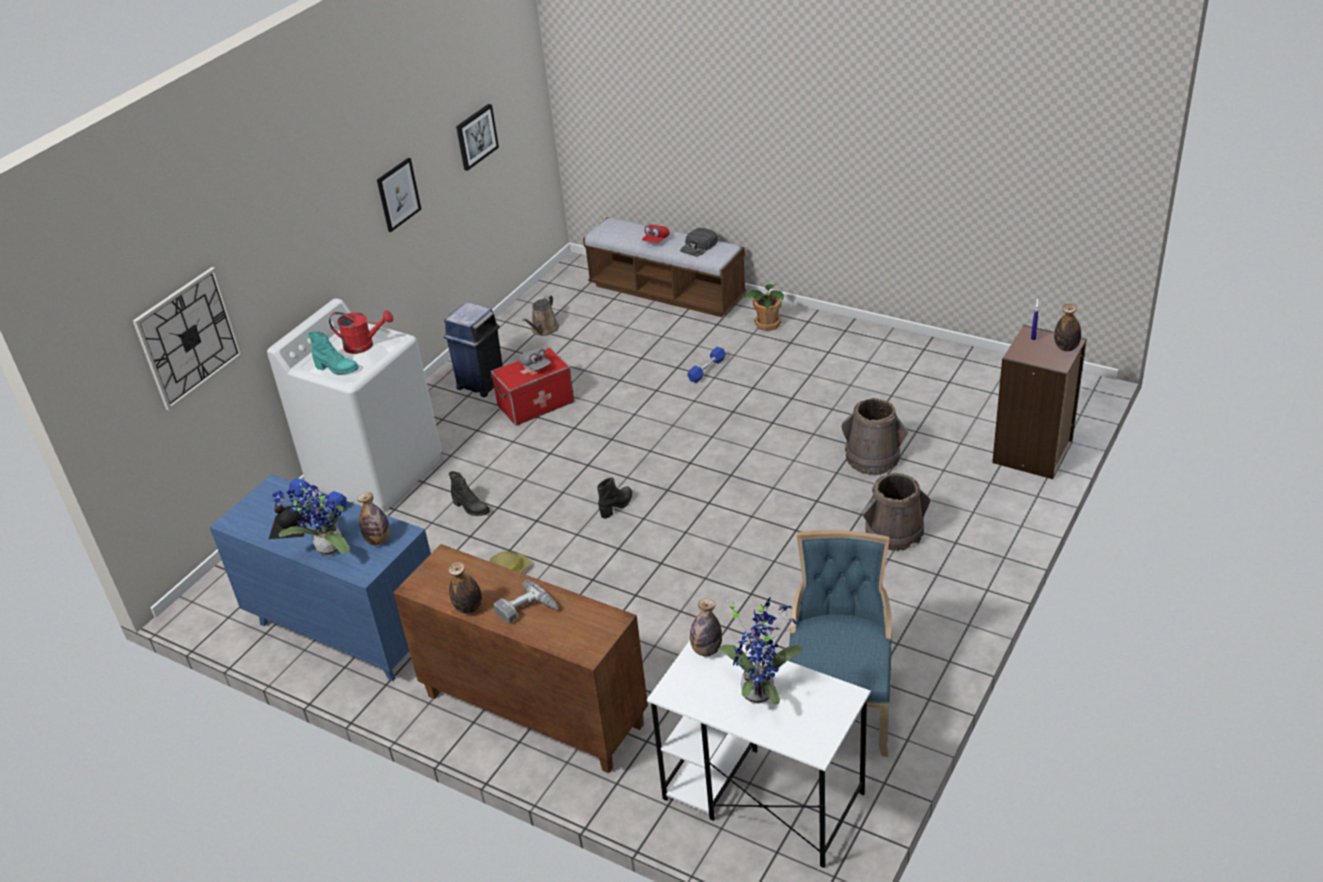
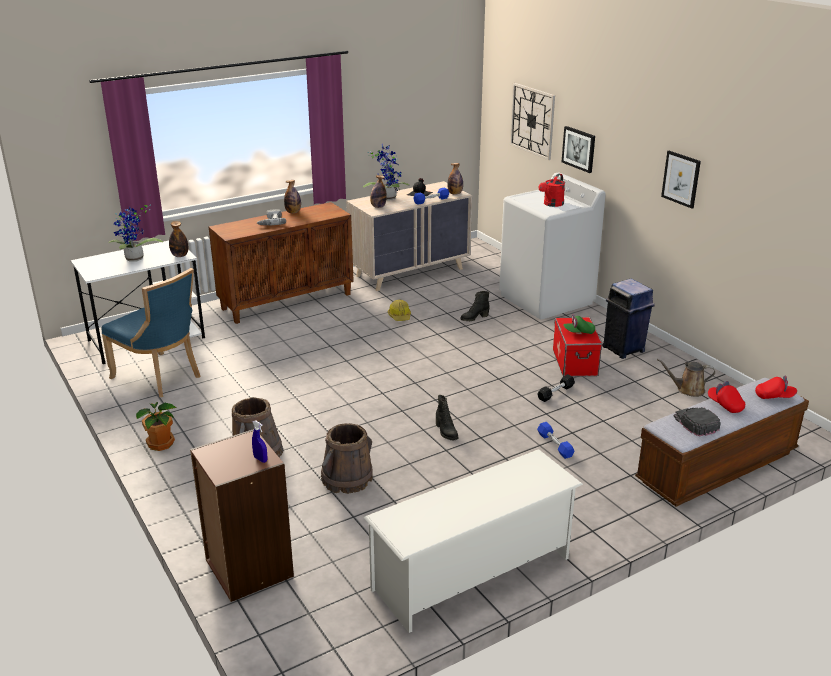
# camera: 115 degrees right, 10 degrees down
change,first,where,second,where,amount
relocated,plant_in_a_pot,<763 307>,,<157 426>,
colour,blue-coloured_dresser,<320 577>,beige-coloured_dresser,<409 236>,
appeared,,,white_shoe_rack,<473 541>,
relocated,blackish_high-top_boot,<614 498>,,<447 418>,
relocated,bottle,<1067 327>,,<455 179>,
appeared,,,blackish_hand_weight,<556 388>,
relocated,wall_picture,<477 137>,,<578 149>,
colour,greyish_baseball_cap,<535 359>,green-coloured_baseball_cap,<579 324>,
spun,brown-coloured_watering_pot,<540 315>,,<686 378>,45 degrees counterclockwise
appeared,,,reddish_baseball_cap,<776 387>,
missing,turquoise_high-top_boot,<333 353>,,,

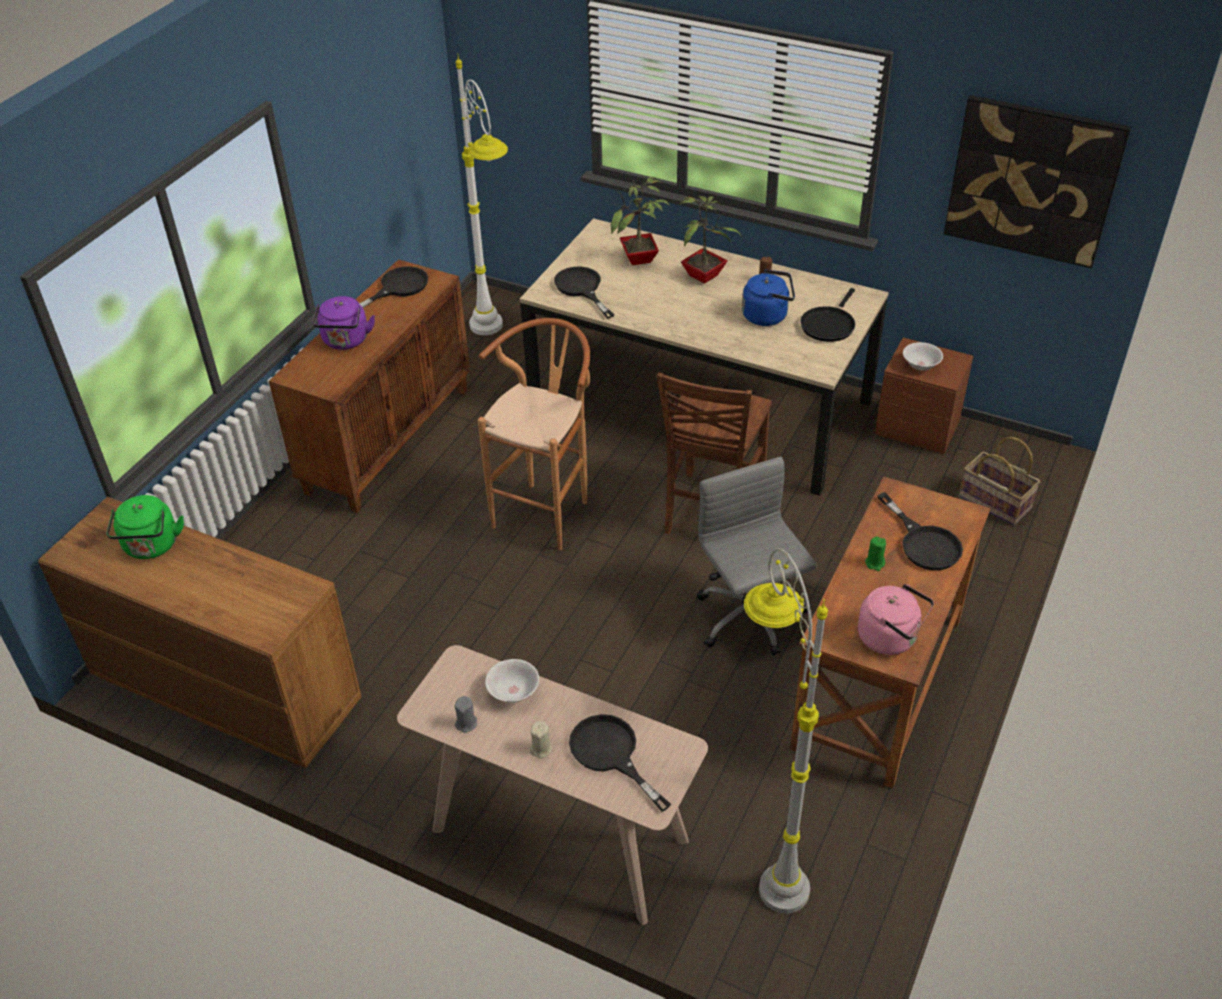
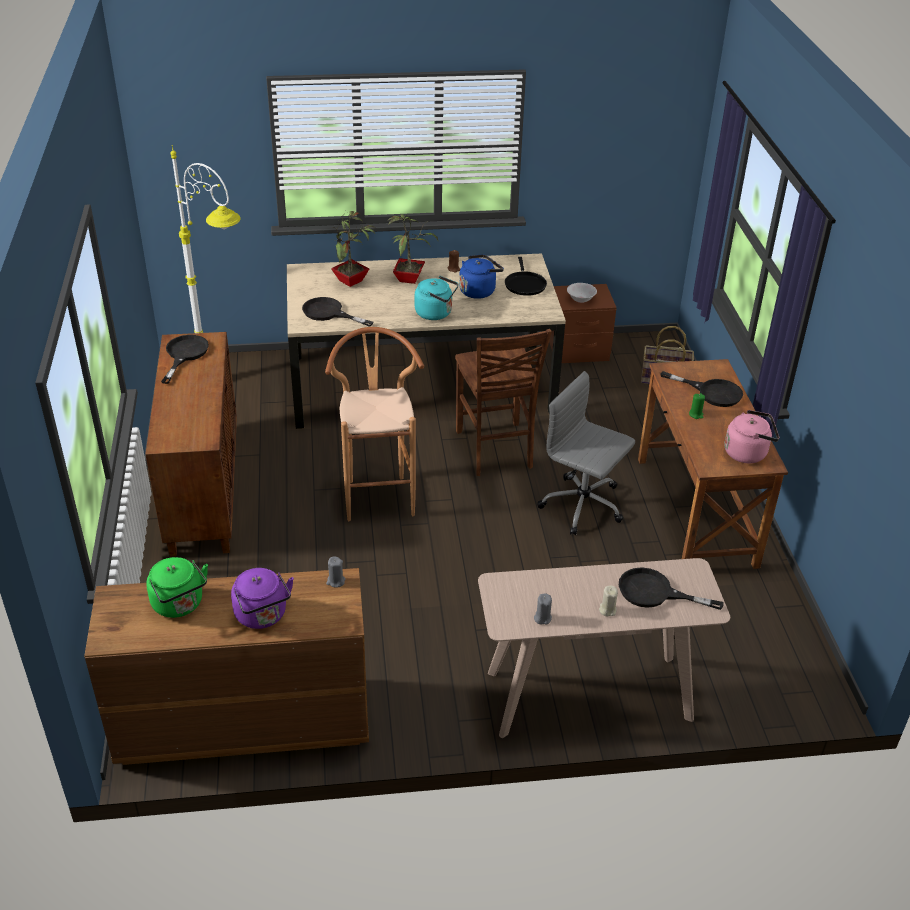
# camera: 35 degrees left, 5 degrees down
change,first,where,second,where,amount
relocated,purple-coloured_kettle,<343 323>,,<262 598>,
appeared,,,greyish_candle,<336 572>,
appeared,,,turquoise_kettle,<437 298>,
missing,white_serving_bowl,<512 681>,,,
missing,greyish_standing_lamp,<786 731>,,,
missing,wall_picture,<1037 182>,,,

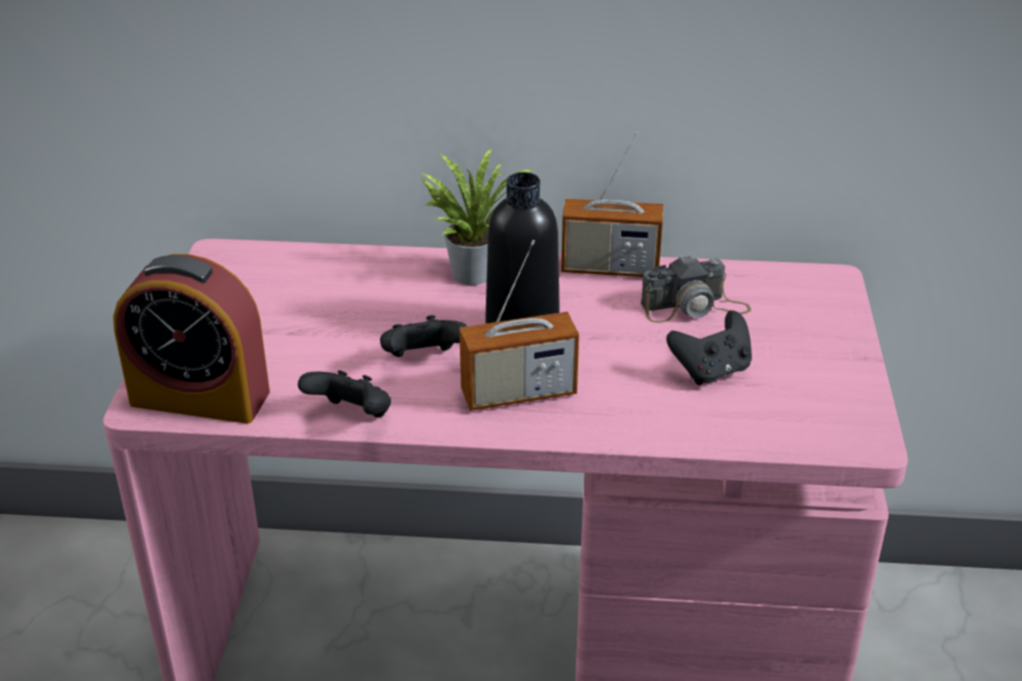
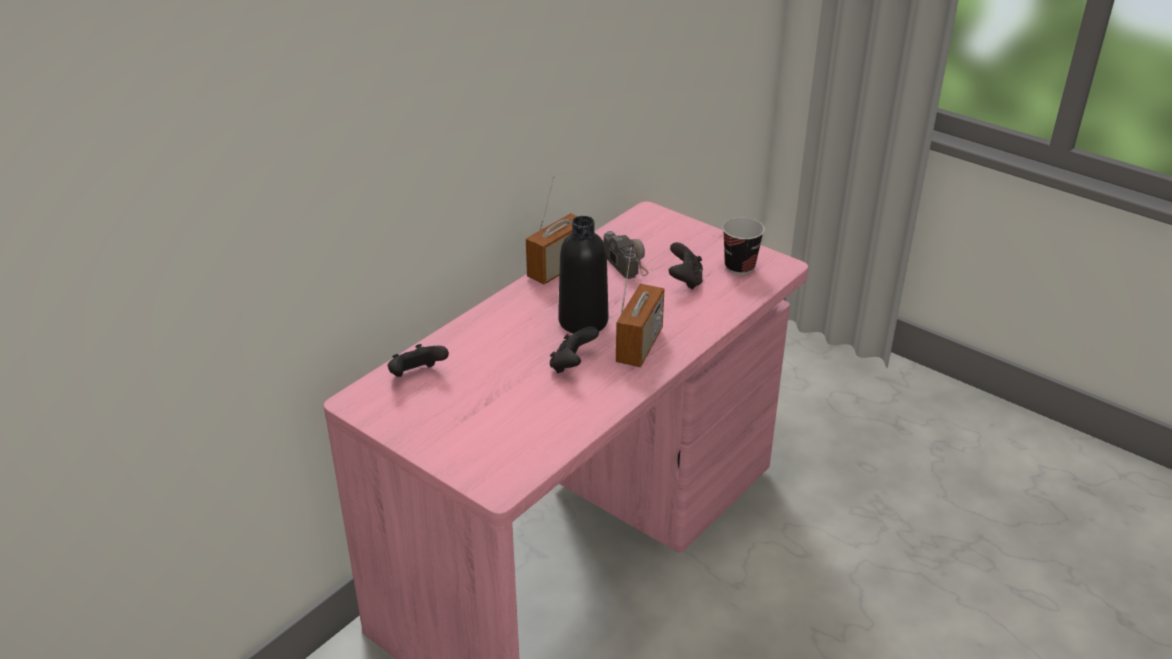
# camera: 55 degrees left, 0 degrees up
change,first,where,second,where,amount
relocated,blackish_gamepad,<344 393>,,<418 360>,
spun,still_camera,<696 288>,,<626 255>,45 degrees counterclockwise
appeared,,,small_cup,<743 246>,
missing,table_clock,<191 338>,,,
missing,plant_in_a_pot,<478 216>,,,

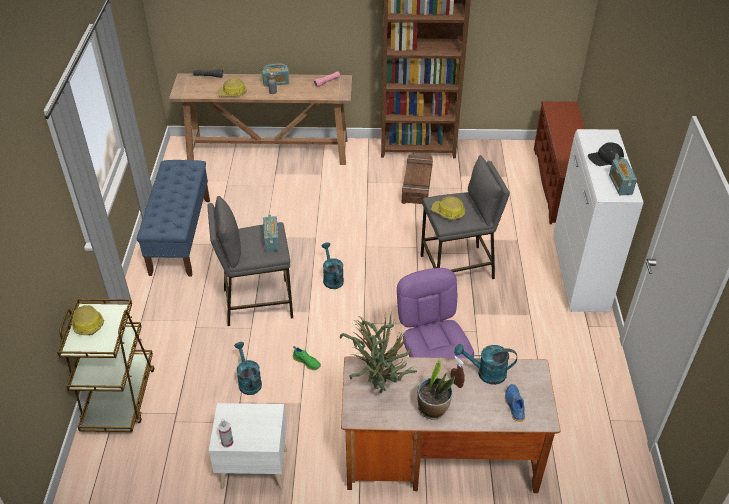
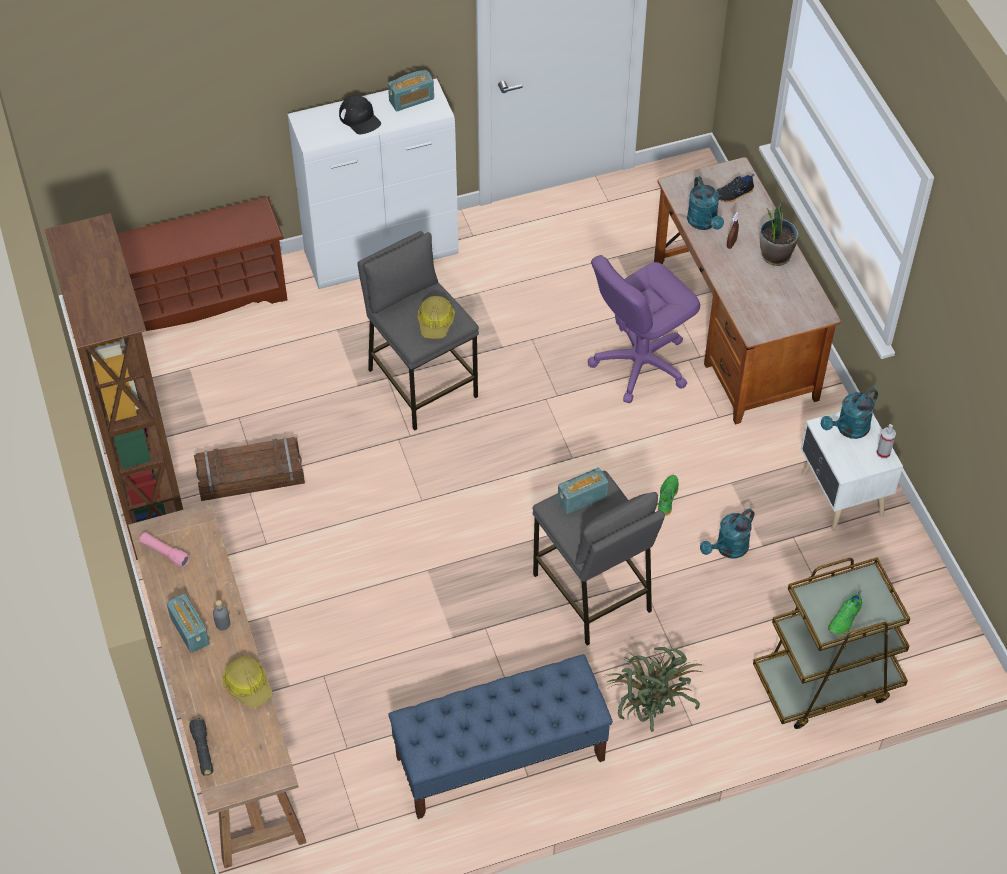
# camera: 110 degrees left, 10 degrees up
change,first,where,second,where,amount
relocated,plant_in_a_pot,<378 351>,,<653 689>,
colour,blue-coloured_low_shoe,<515 403>,blackish_low_shoe,<736 188>,
relocated,turquoise_watering_pot,<332 266>,,<849 413>,
exchanged,safety_helmet,<88 320>,green-coloured_low_shoe,<845 612>,

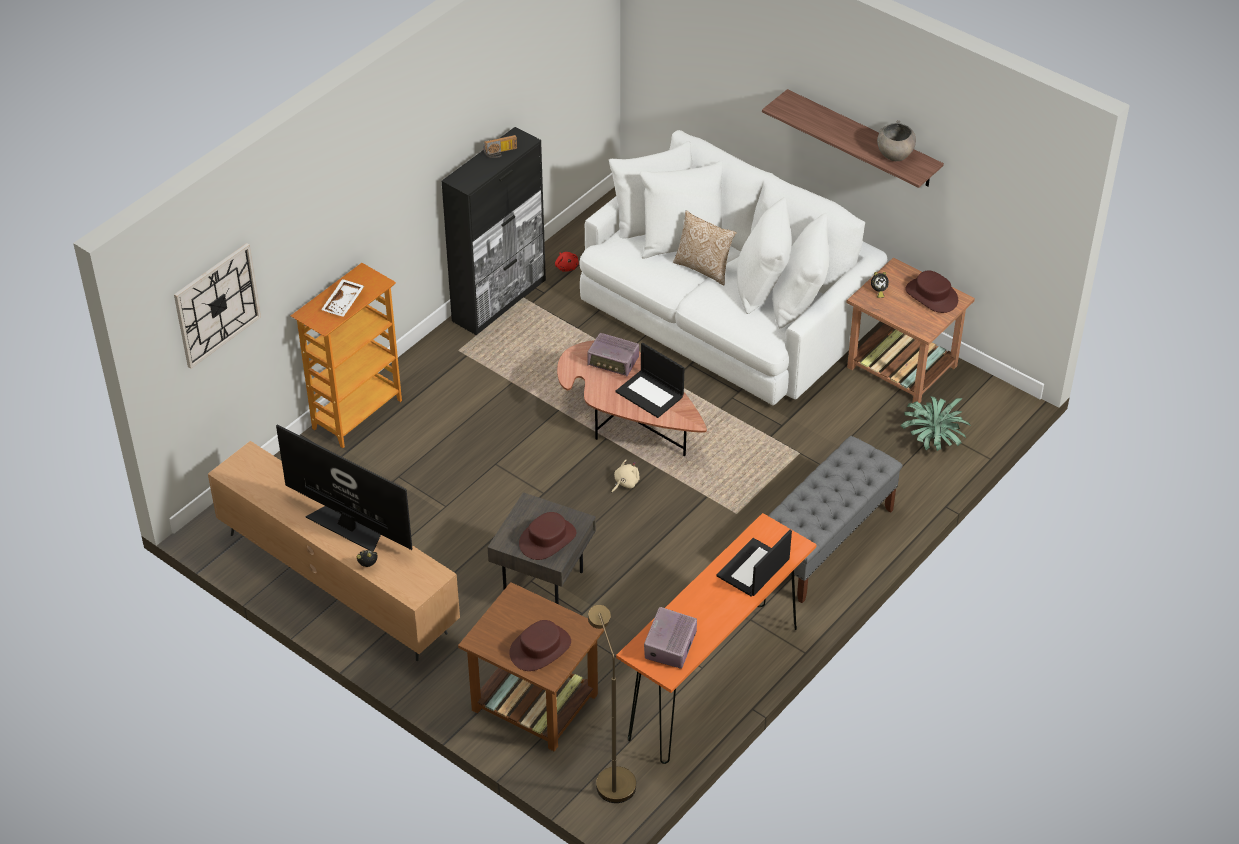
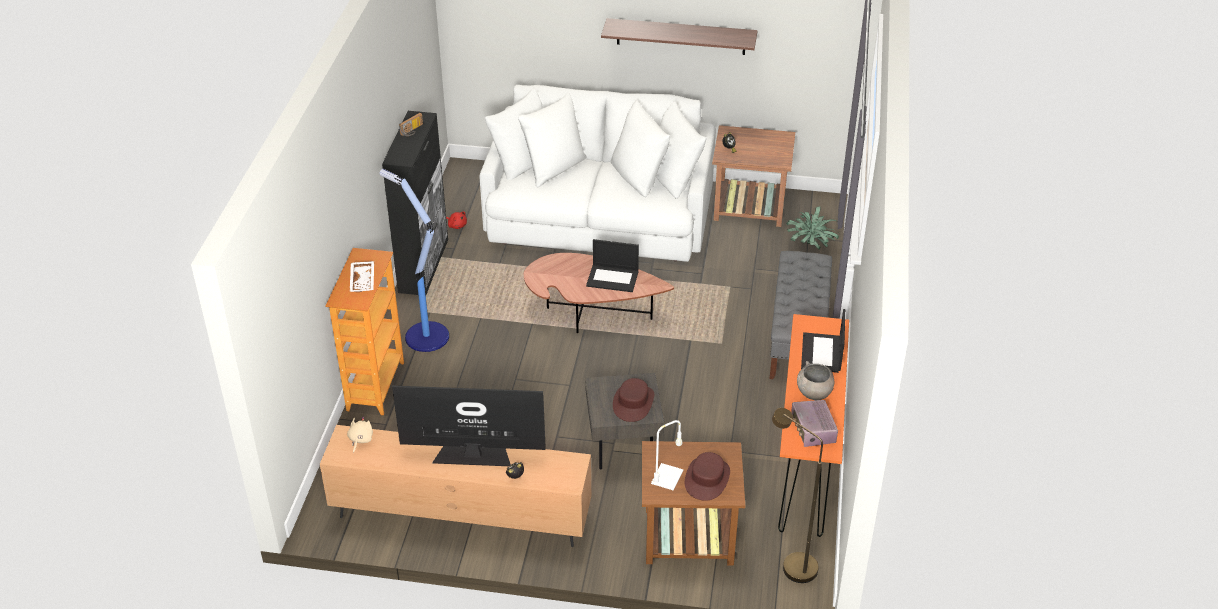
# camera: 30 degrees left, 5 degrees down
change,first,where,second,where,amount
relocated,beige-coloured_plush_toy,<626 476>,,<360 435>,
appeared,,,standing_lamp,<414 260>,
appeared,,,white_tabletop_lamp,<667 455>,
relocated,greyish_serving_bowl,<896 140>,,<815 380>,
missing,hanging_clock,<217 306>,,,
missing,radio,<613 355>,,,
missing,throw_pillow,<705 248>,,,
missing,brown-coloured_clothing_hat,<931 291>,,,

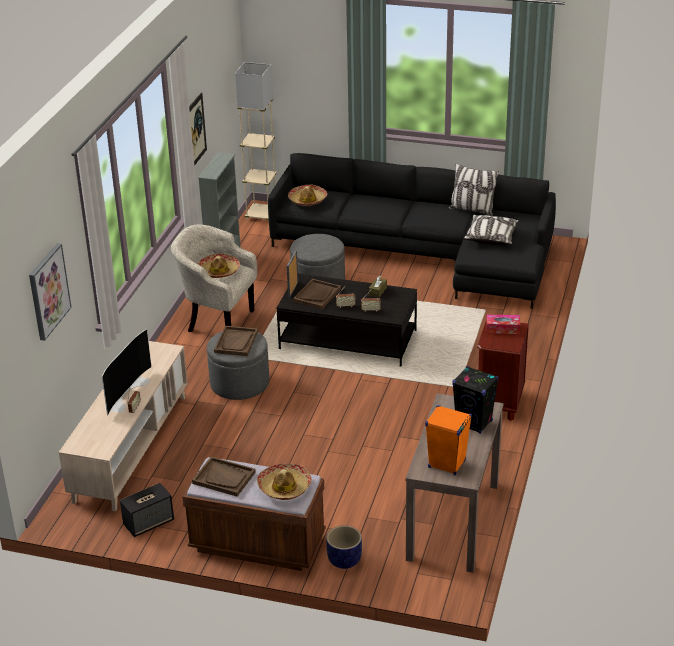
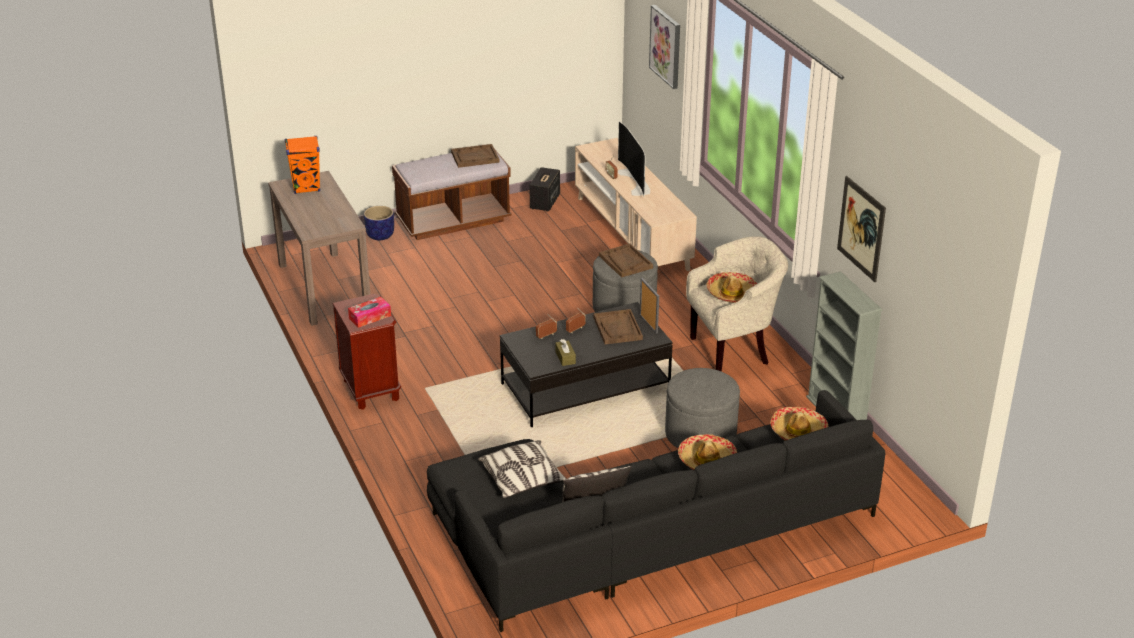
# camera: 140 degrees right, 0 degrees up
change,first,where,second,where,amount
relocated,clothing_hat,<284 481>,,<707 452>,
missing,beige-coloured_standing_lamp,<256 141>,,,
missing,blackish_speaker,<475 400>,,,

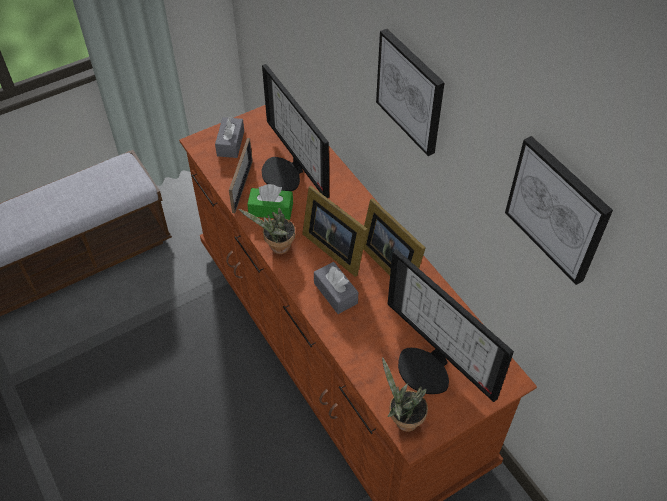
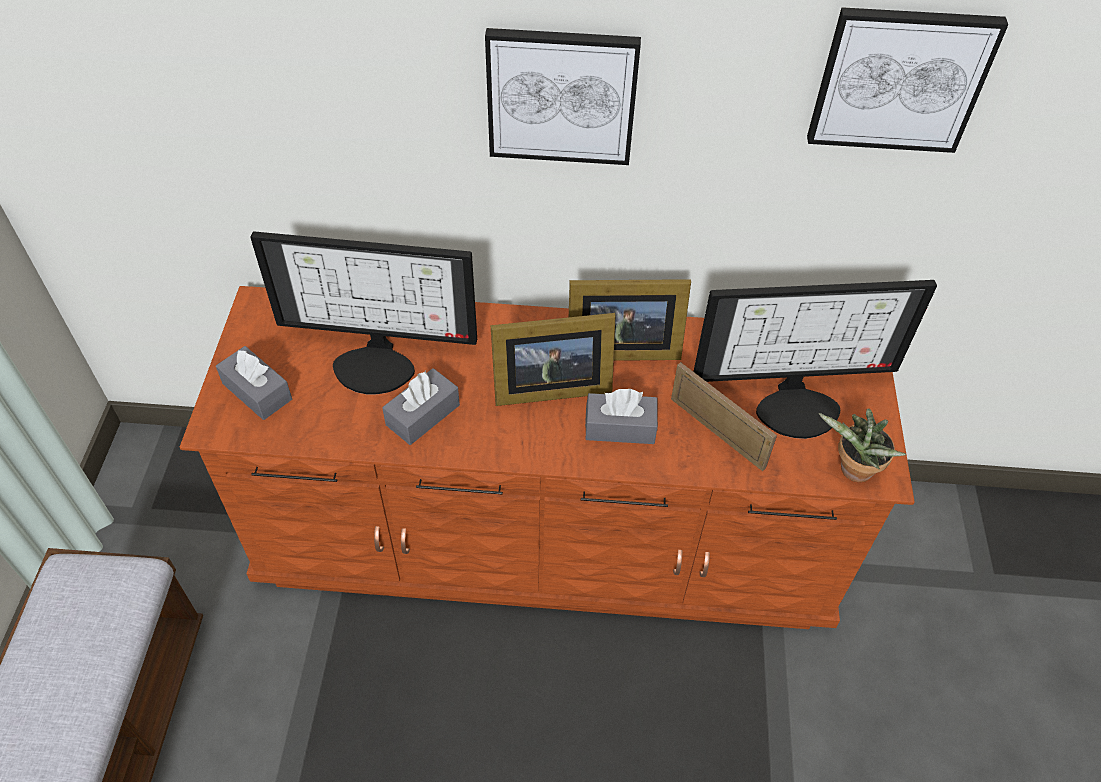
# camera: 55 degrees left, 0 degrees up
change,first,where,second,where,amount
colour,green-coloured_tissue_holder,<270 202>,greyish_tissue_holder,<421 406>,
relocated,photo_frame,<241 175>,,<724 416>,
missing,plant_in_a_pot,<267 231>,,,

